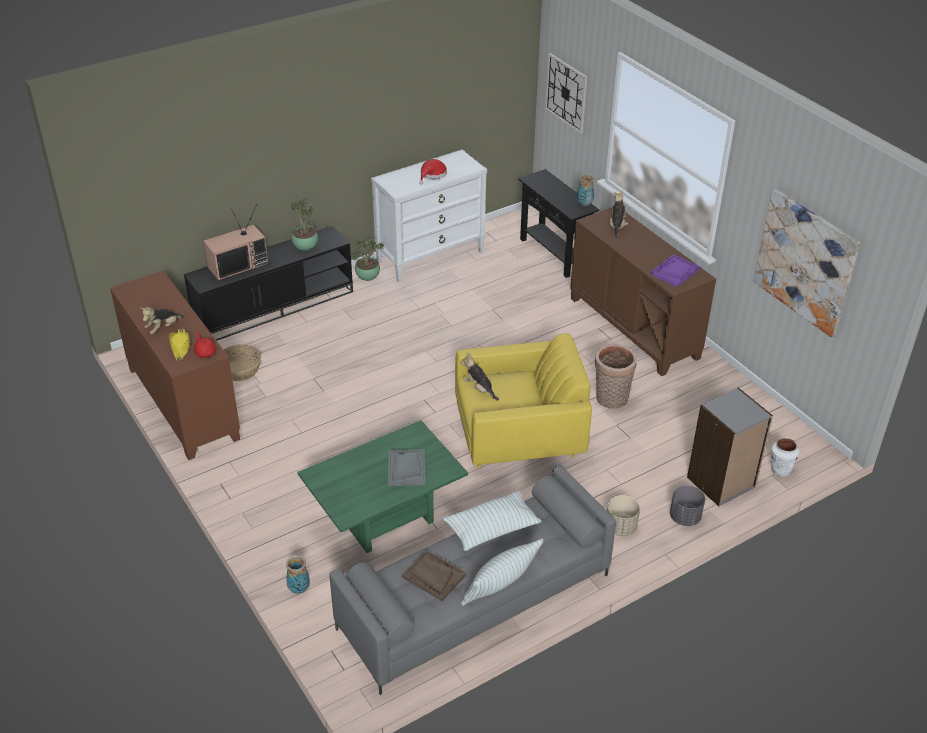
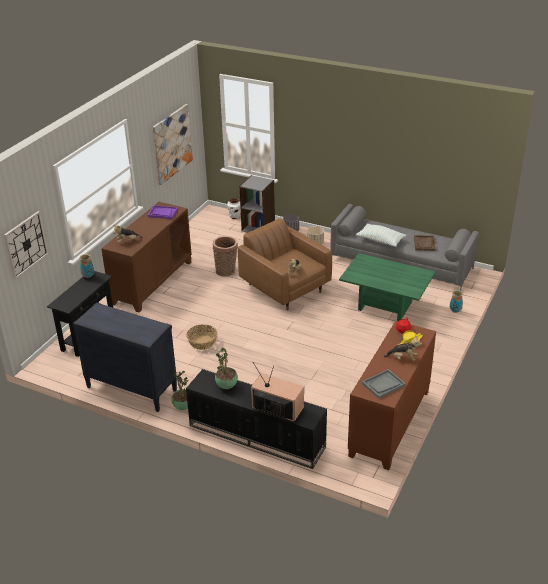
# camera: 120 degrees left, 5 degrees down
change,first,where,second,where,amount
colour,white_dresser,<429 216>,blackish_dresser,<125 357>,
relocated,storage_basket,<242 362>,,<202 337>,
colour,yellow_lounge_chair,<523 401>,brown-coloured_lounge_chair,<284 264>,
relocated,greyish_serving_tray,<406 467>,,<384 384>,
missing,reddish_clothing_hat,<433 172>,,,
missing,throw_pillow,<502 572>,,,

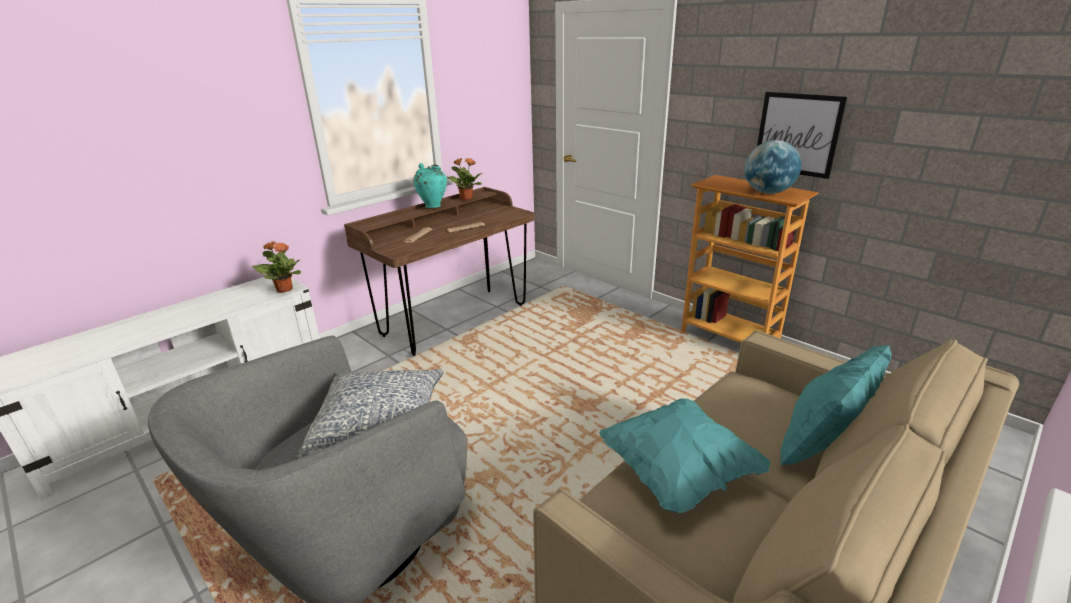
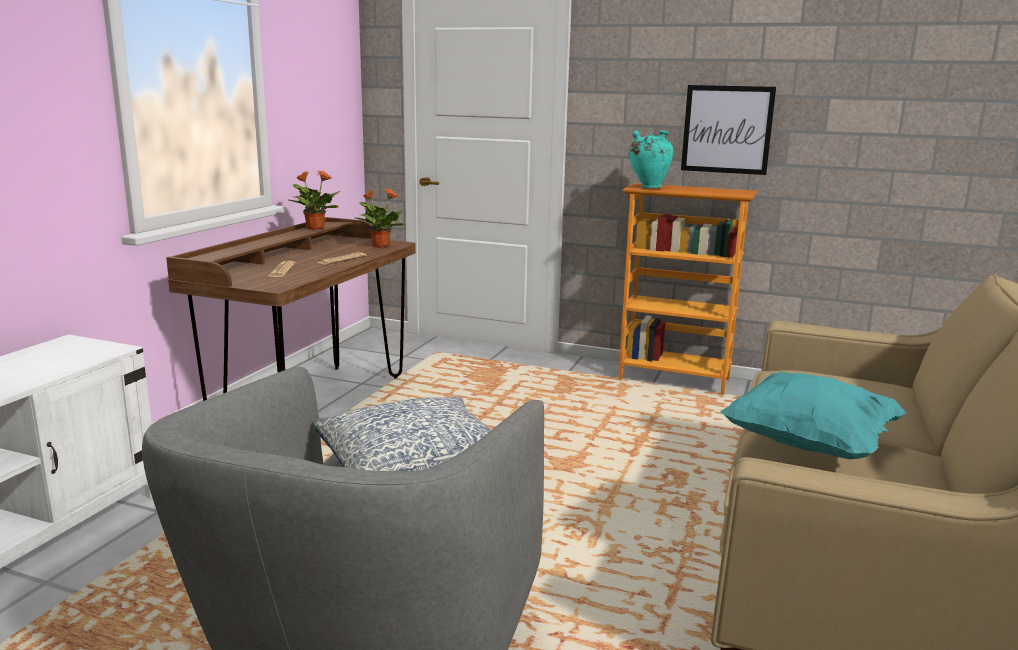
# camera: 25 degrees left, 10 degrees down
change,first,where,second,where,amount
relocated,plant_in_a_pot,<276 267>,,<380 218>,
relocated,turquoise_decorative_vase,<430 185>,,<651 159>,
missing,world_globe,<773 167>,,,
missing,turquoise_throw_pillow,<836 405>,,,

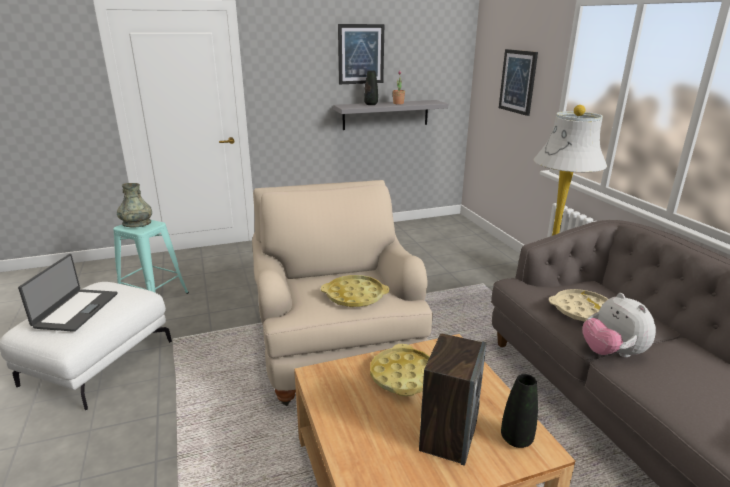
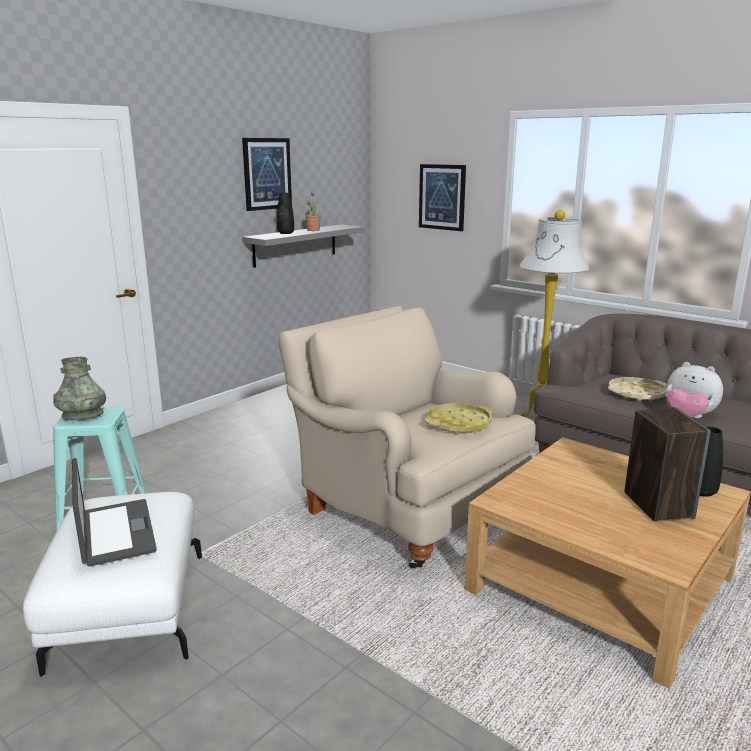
# camera: 30 degrees left, 5 degrees down
change,first,where,second,where,amount
missing,yellow_serving_tray,<400 370>,,,

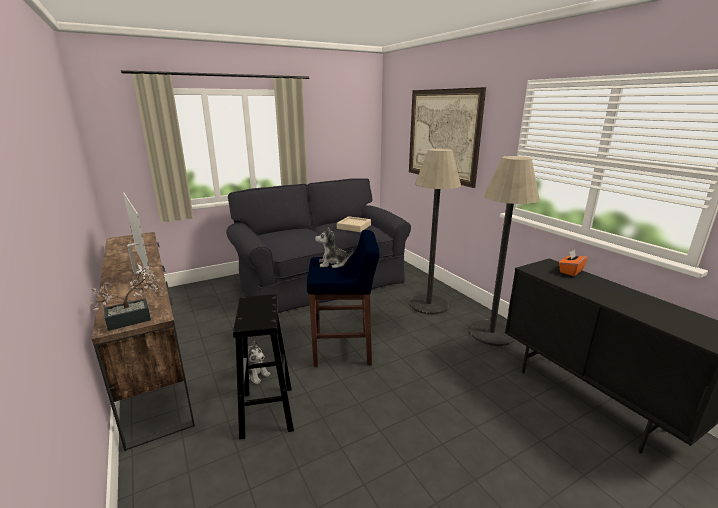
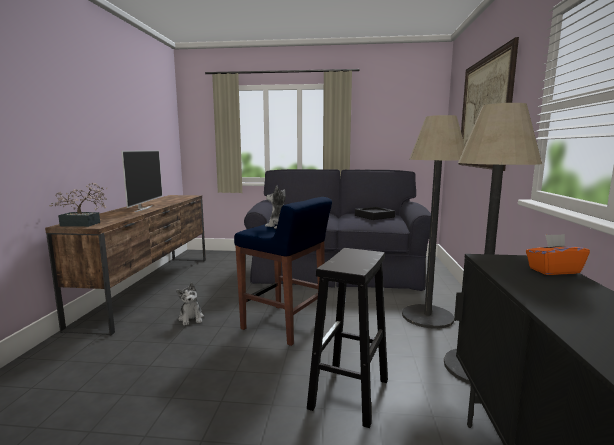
# camera: 35 degrees right, 10 degrees down
change,first,where,second,where,amount
relocated,blackish_stool,<263 366>,,<347 338>,
colour,beige-coloured_serving_tray,<354 224>,blackish_serving_tray,<375 213>,

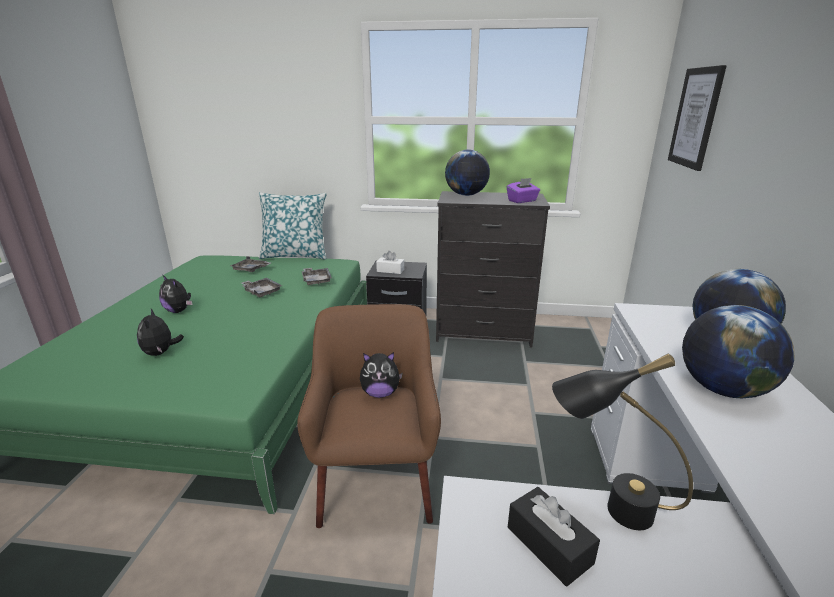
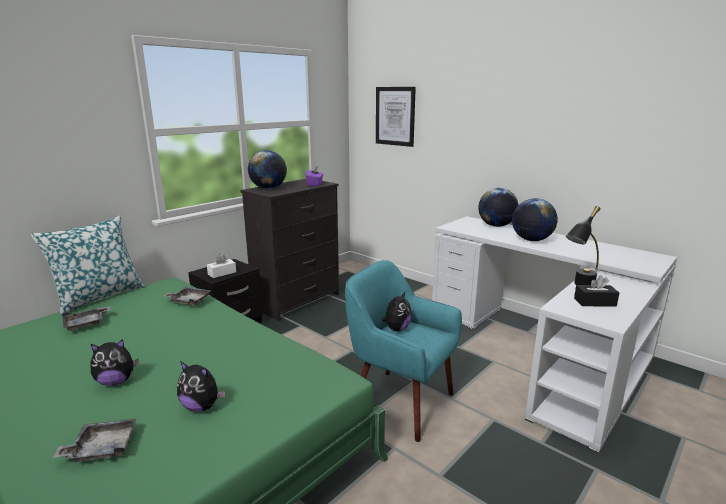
# camera: 55 degrees left, 5 degrees down
change,first,where,second,where,amount
relocated,greyish_serving_tray,<261 287>,,<94 440>,
colour,brown-coloured_lounge_chair,<369 416>,turquoise_lounge_chair,<403 351>,

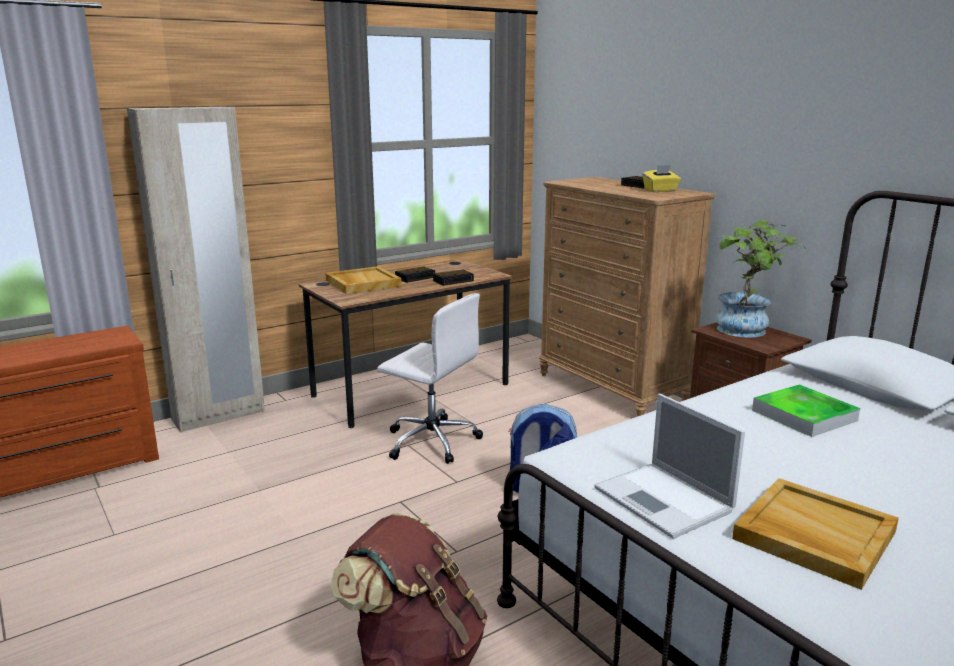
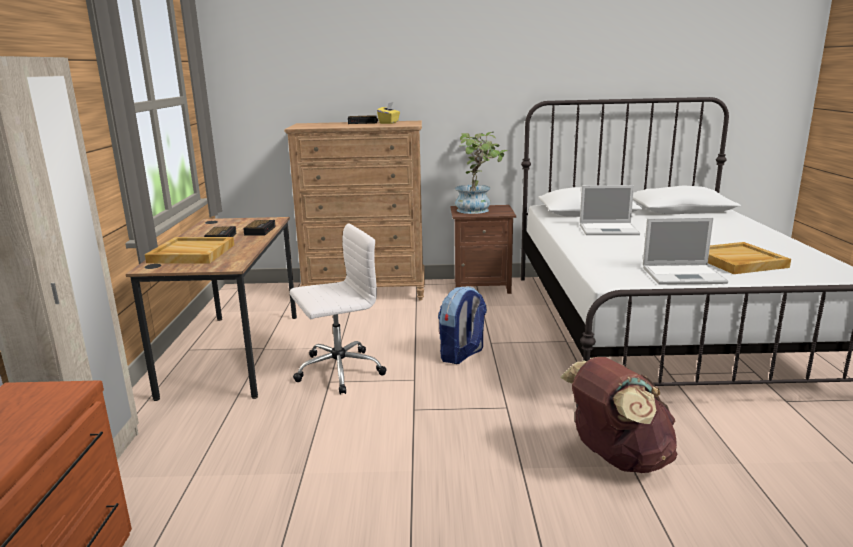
# camera: 55 degrees left, 0 degrees up
change,first,where,second,where,amount
exchanged,serving_tray,<806 410>,notebook_computer,<610 210>,

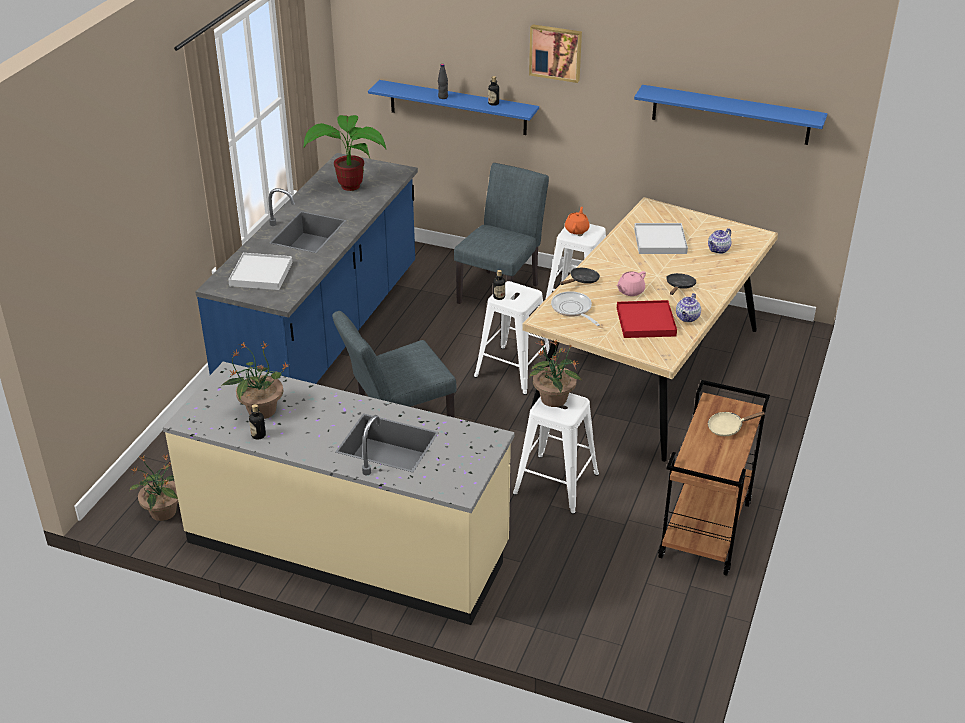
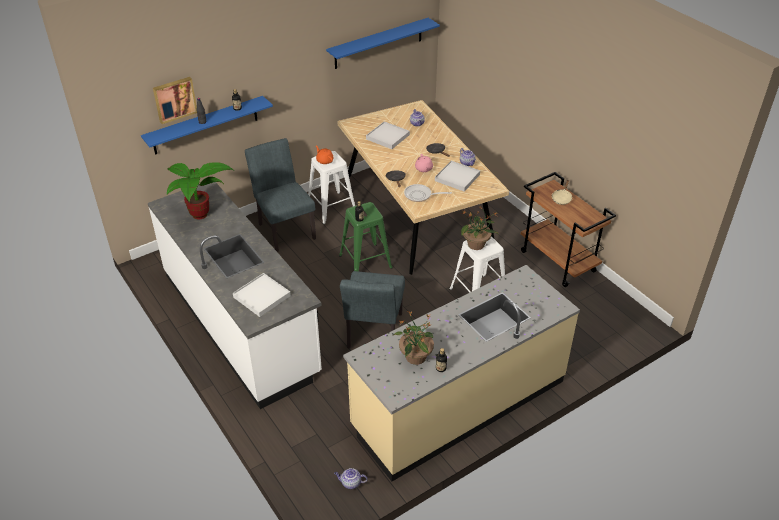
# camera: 55 degrees left, 5 degrees up
change,first,where,second,where,amount
colour,blue-coloured_counter,<306 268>,white_counter,<235 295>,
relocated,wall_picture,<555 53>,,<175 100>,
exchanged,plant_in_a_pot,<153 487>,tea_pot,<351 478>,
colour,white_stool,<512 338>,green-coloured_stool,<366 237>,
colour,reddish_serving_tray,<647 319>,white_serving_tray,<457 176>,

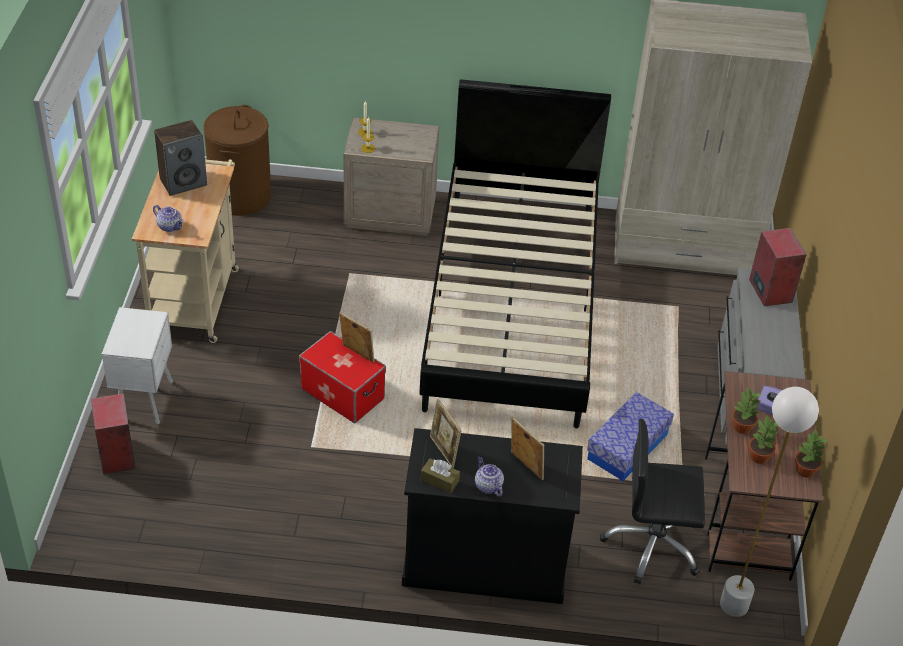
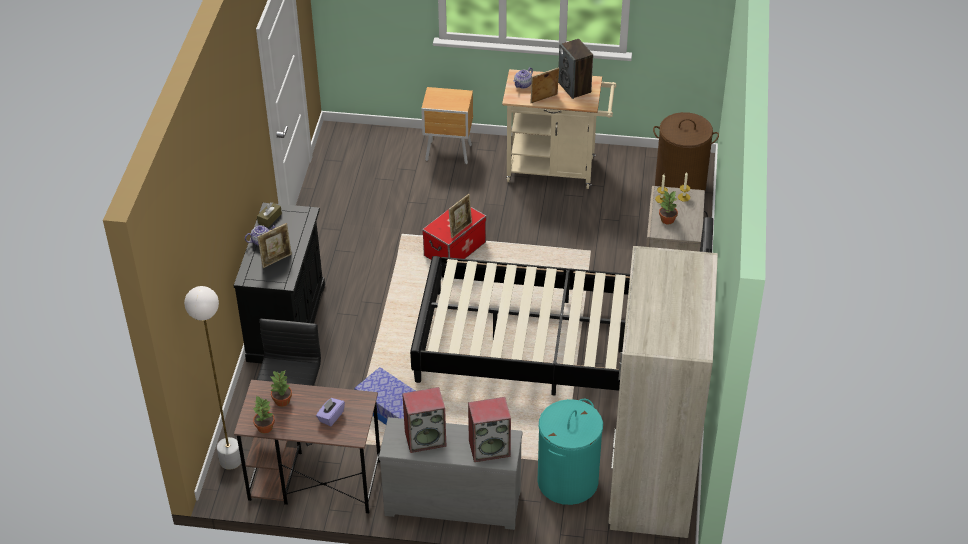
# camera: 95 degrees right, 0 degrees up
change,first,where,second,where,amount
relocated,speaker,<113 433>,,<424 420>,
colour,white_bedside_table,<138 365>,brown-coloured_bedside_table,<447 125>,
relocated,photo_frame,<445 433>,,<544 85>,
appeared,,,turquoise_hamper,<570 452>,
relocated,plant_in_a_pot,<746 410>,,<668 208>,

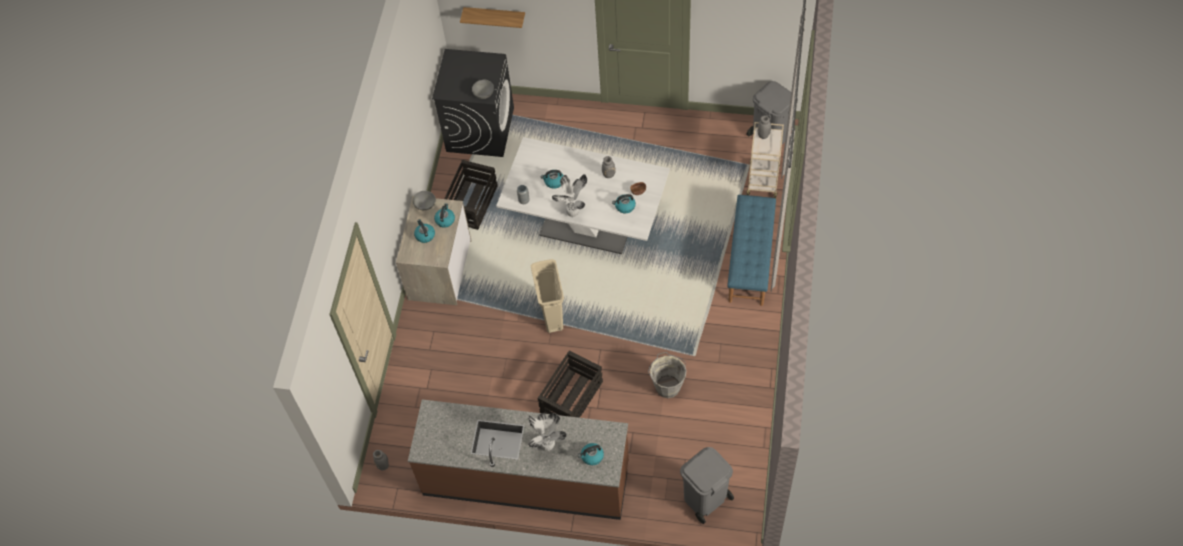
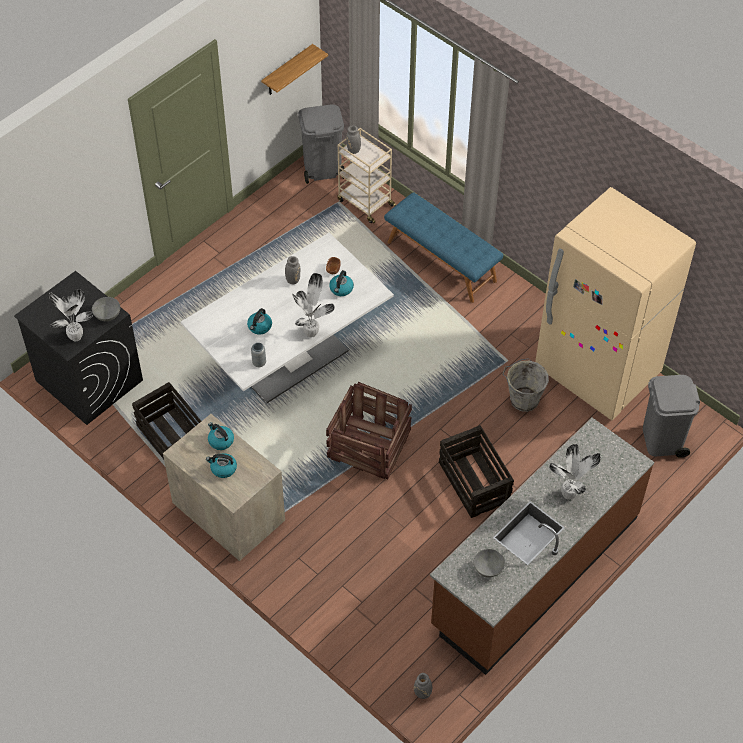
# camera: 60 degrees left, 5 degrees down
change,first,where,second,where,amount
appeared,,,plant_in_a_pot,<71 315>,
relocated,wall_shelf,<492 17>,,<294 69>,
exchanged,beige-coloured_waste_bin,<547 296>,crate,<369 430>,
relocated,greyish_serving_bowl,<424 200>,,<489 563>,
appeared,,,beige-coloured_kitchen_fridge,<615 303>,
missing,kettle,<591 454>,,,

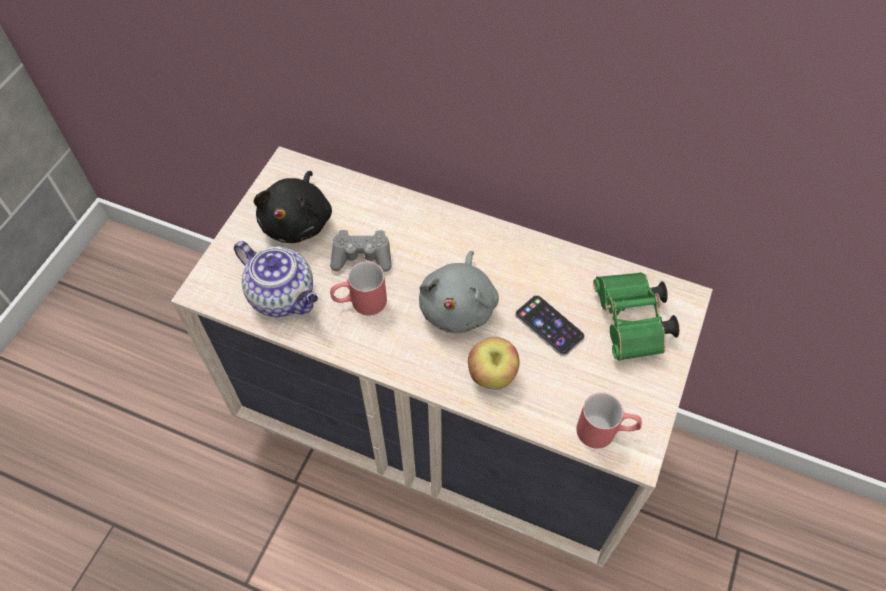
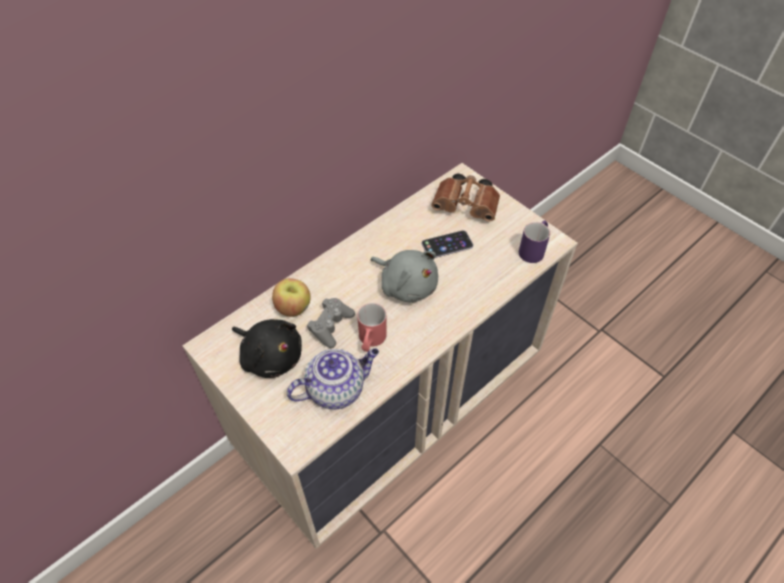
# camera: 65 degrees left, 5 degrees down
change,first,where,second,where,amount
relocated,apple,<494 363>,,<291 297>,
colour,green-coloured_field_glasses,<636 316>,brown-coloured_field_glasses,<465 198>,
colour,reddish_mug,<609 420>,purple-coloured_mug,<534 241>,

